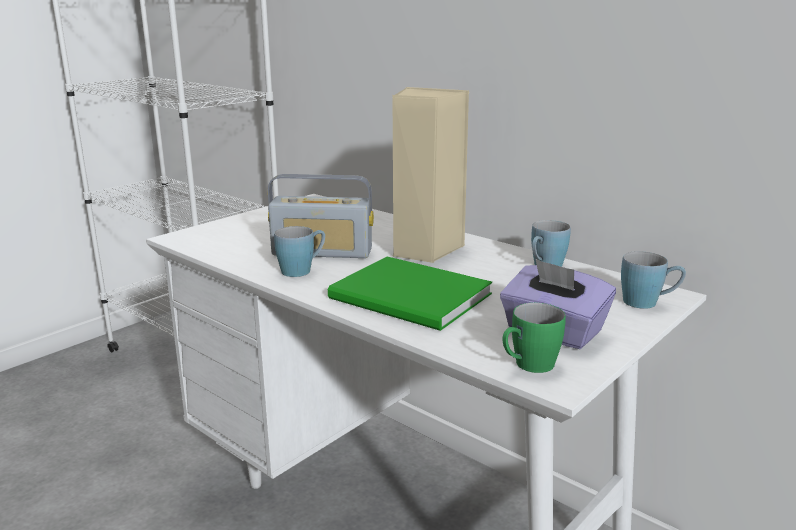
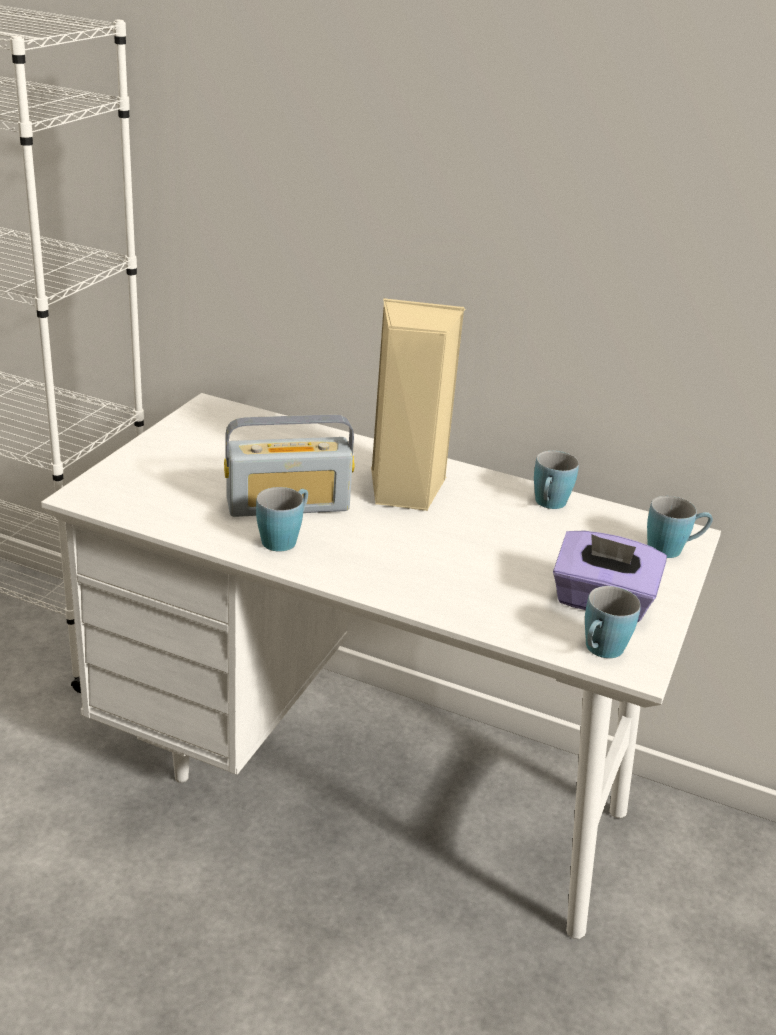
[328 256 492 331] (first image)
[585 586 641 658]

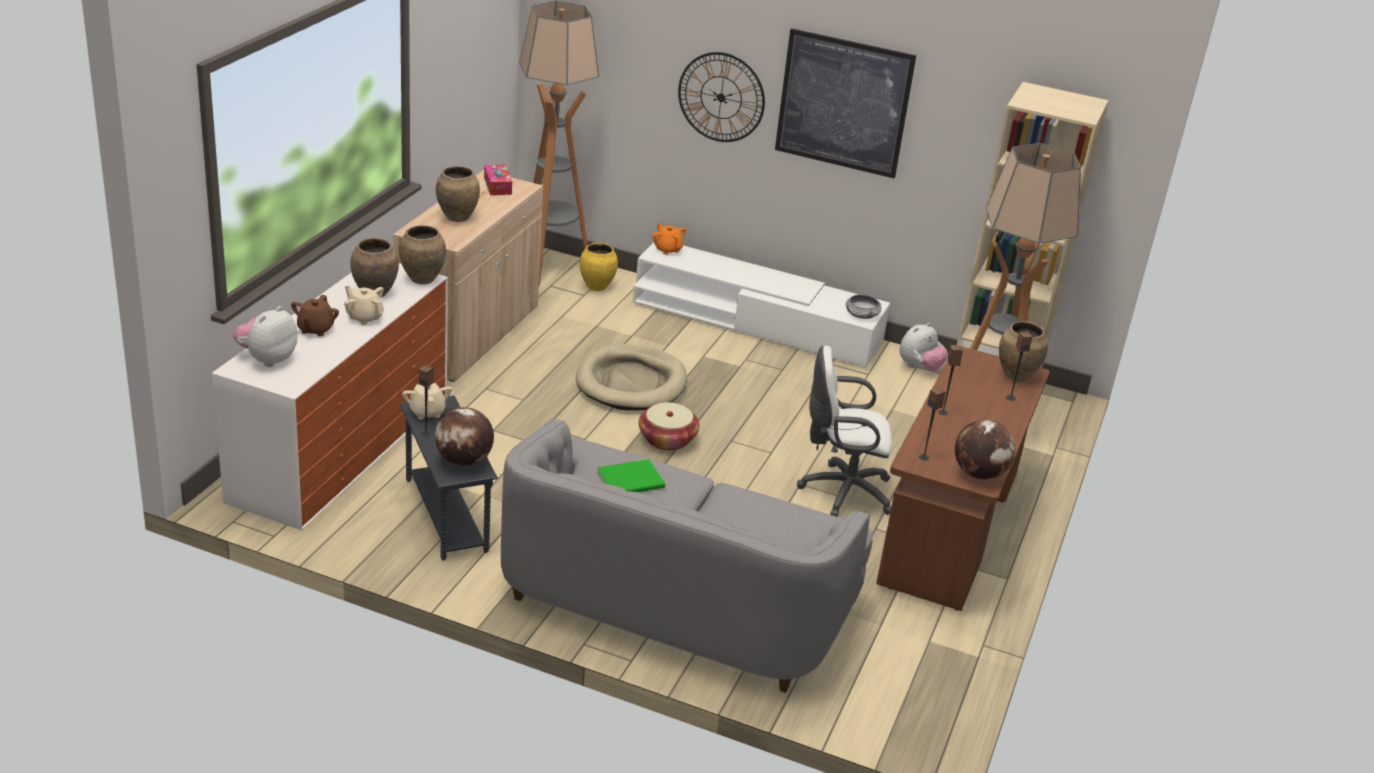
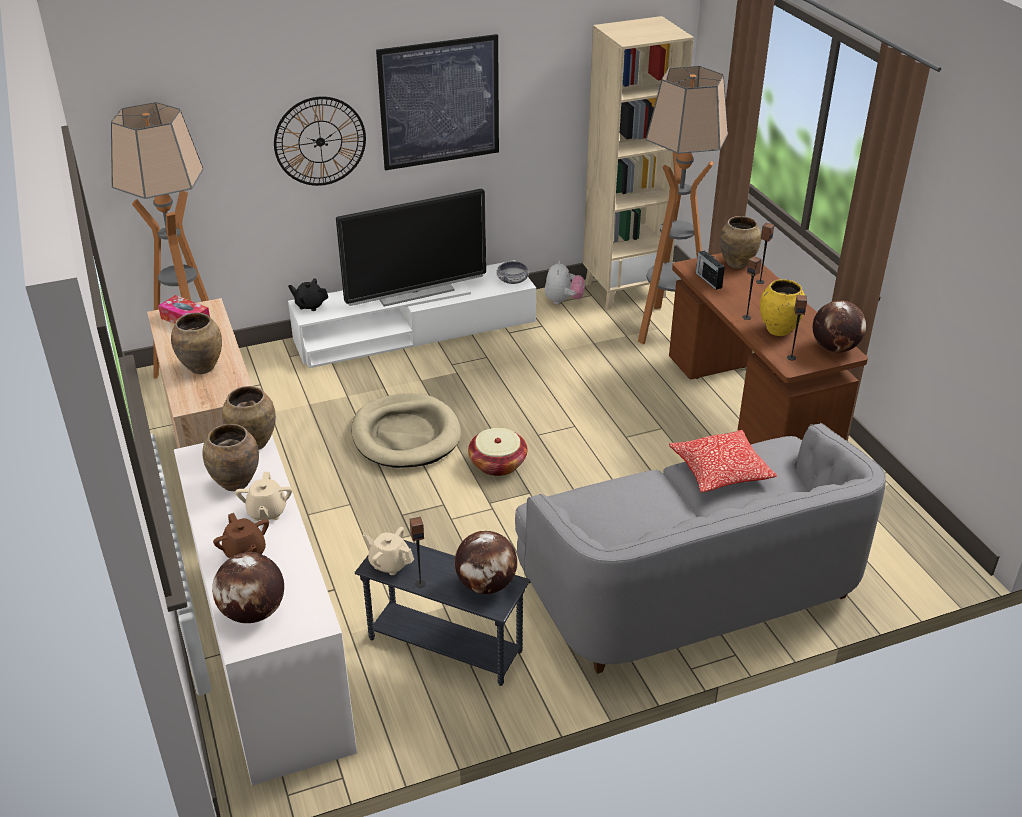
[597 459 665 492] (first image)
[797 345 892 517] (first image)
[336 189 486 306]
[669 430 777 492]
[696 251 725 290]
[760 279 805 336]
[212 552 284 623]
[288 279 328 311]
[235 472 292 521]

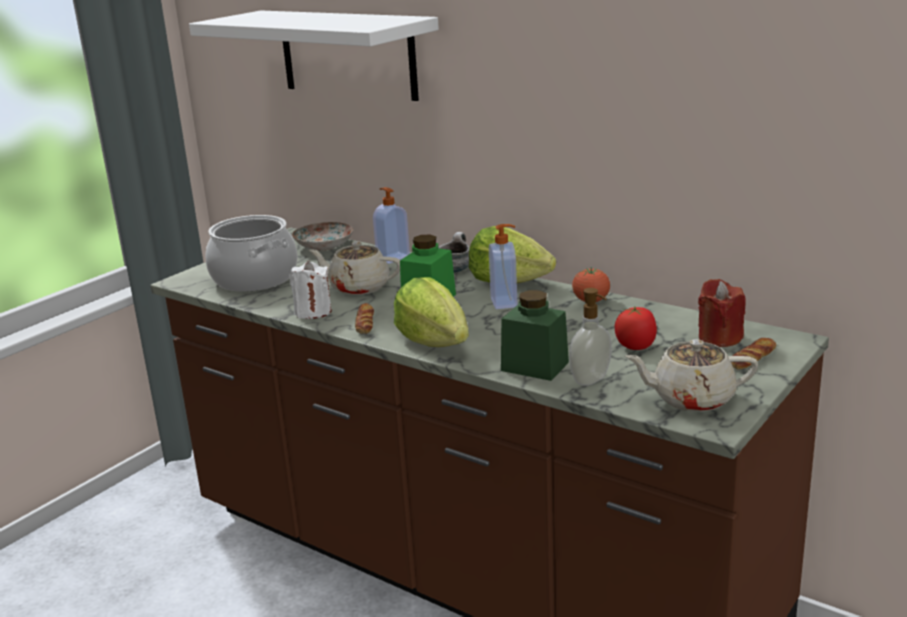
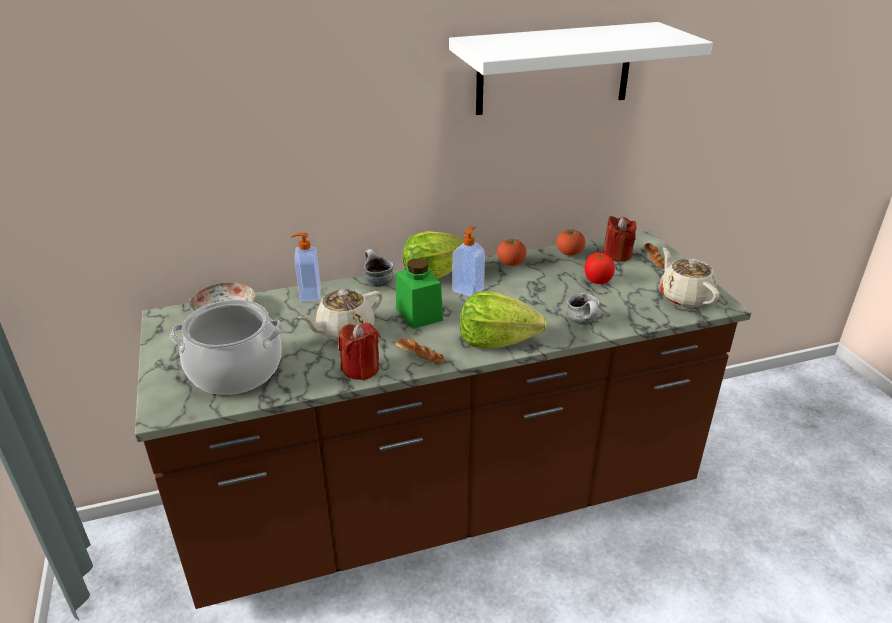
[570 288 612 386] (first image)
[556 229 585 256]
[449 22 713 115]
[567 293 600 325]
[338 323 379 380]
[660 248 719 308]

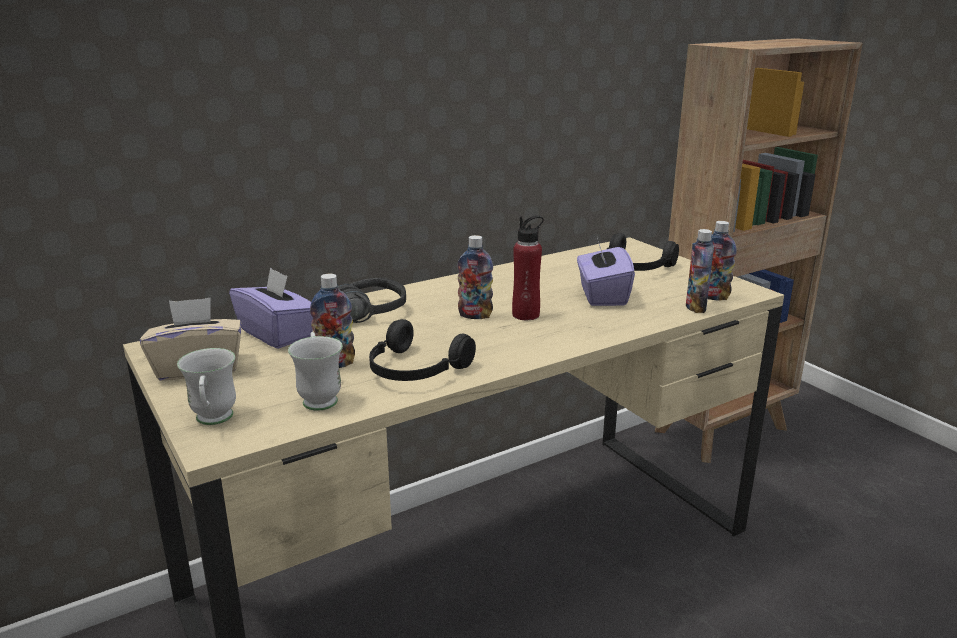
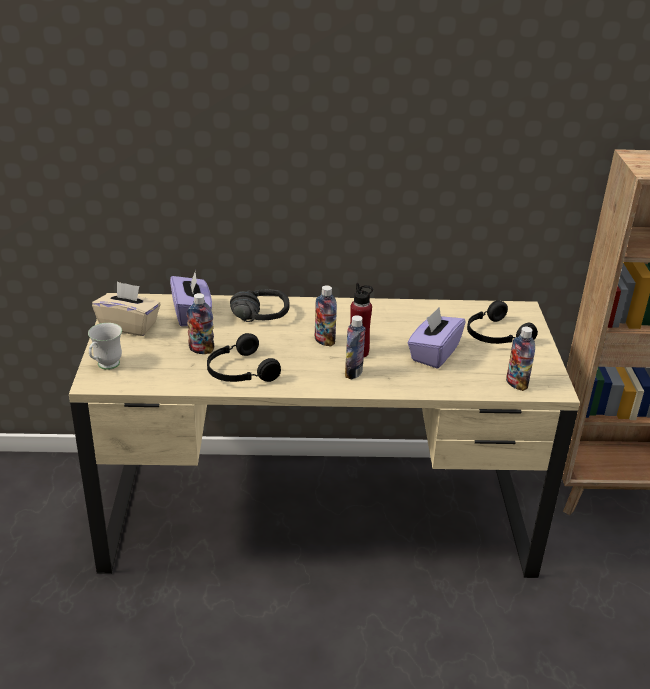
[288 332 343 411] (first image)
[345 315 365 380]

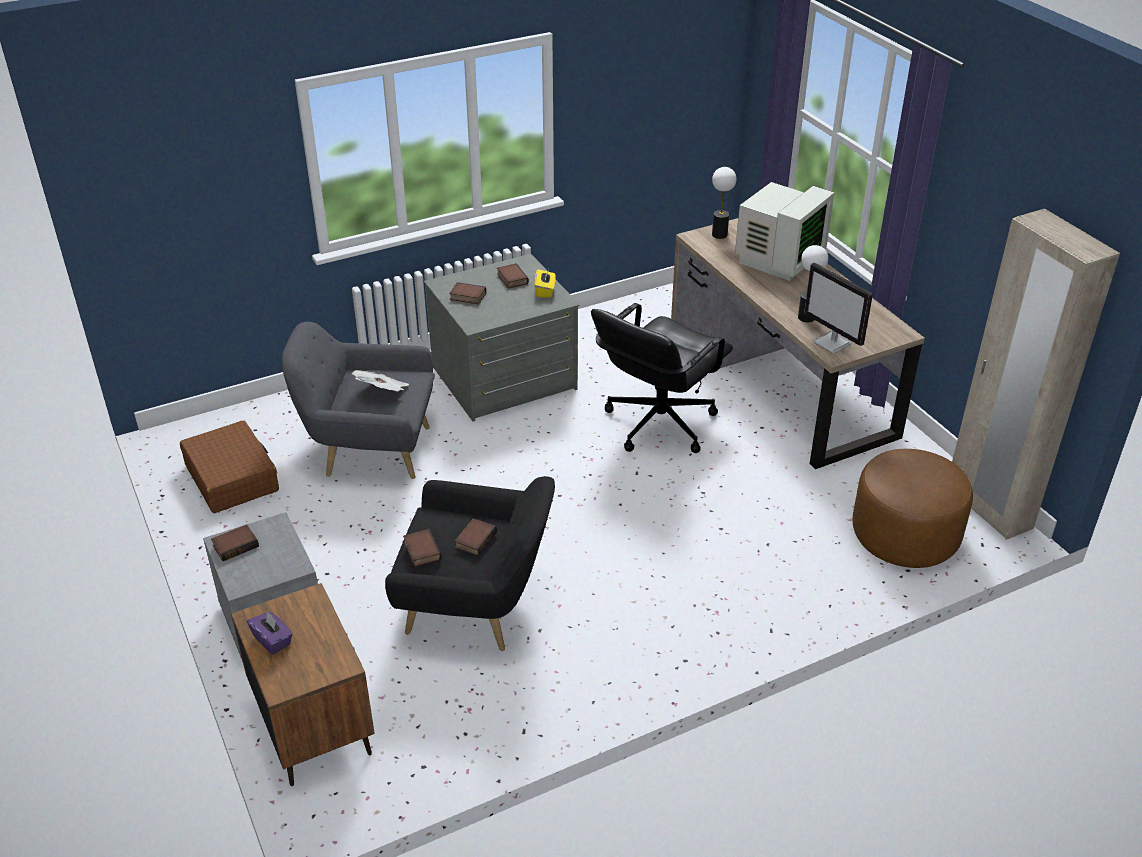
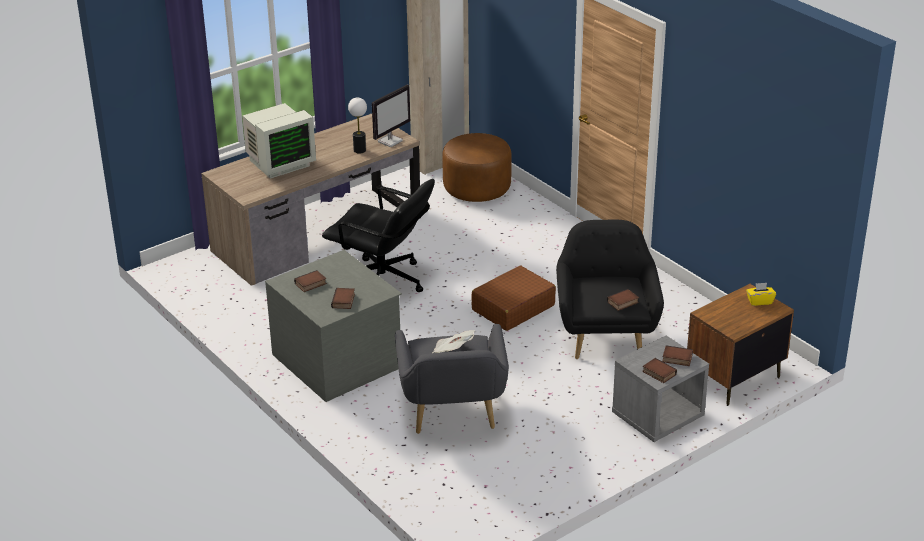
[247 610 293 655] (first image)
[712 167 736 239] (first image)
[472 266 556 331]
[662 345 693 366]
[746 283 776 306]
[242 103 316 179]

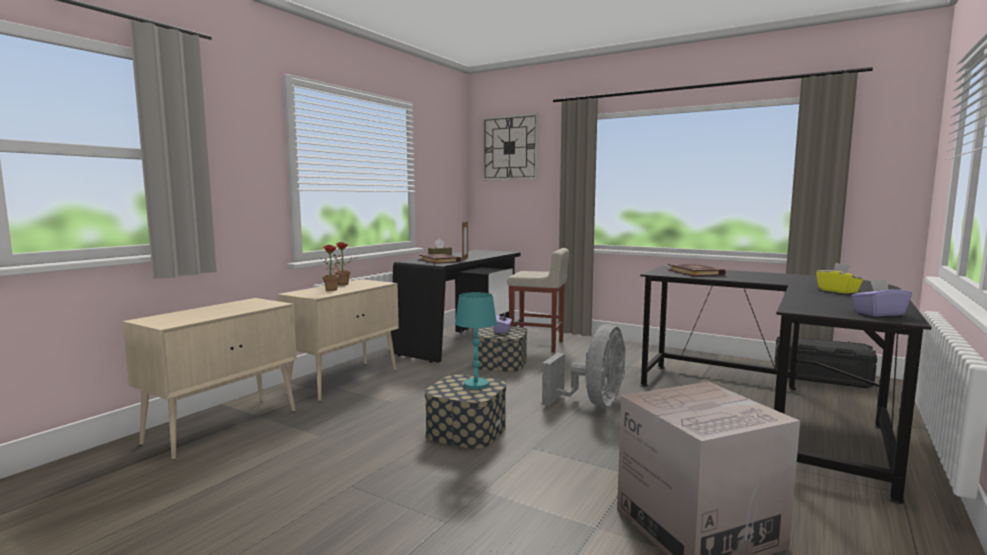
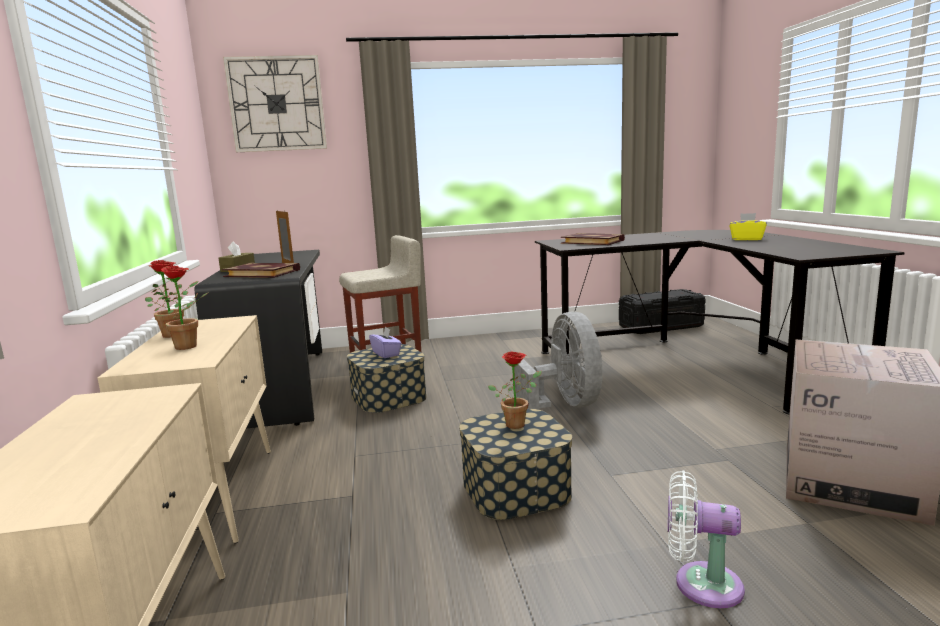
[852 279 912 316] (first image)
[668 470 745 608]
[488 351 542 429]

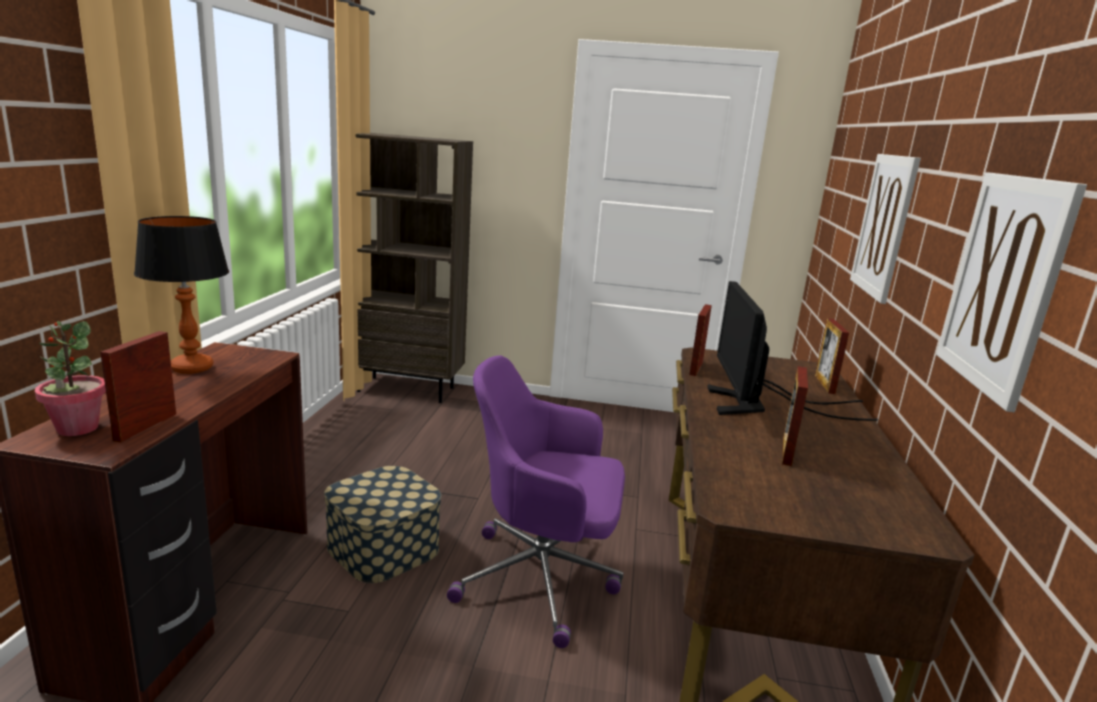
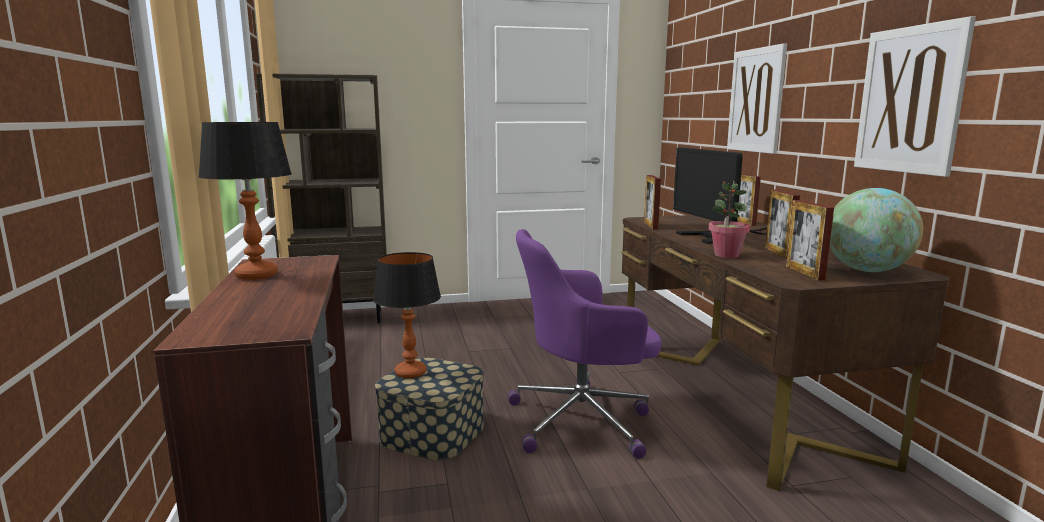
[373 252 441 379]
[830 188 923 272]
[709 180 750 258]
[786 200 834 281]

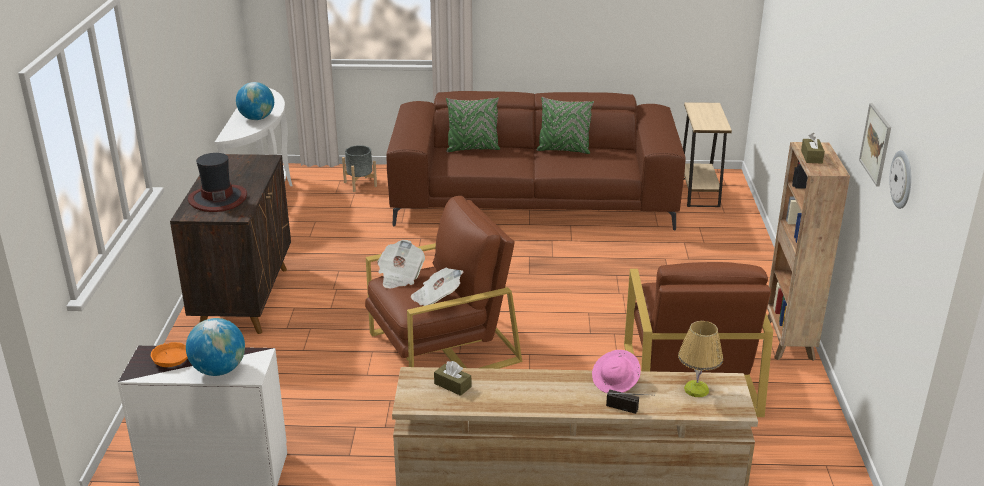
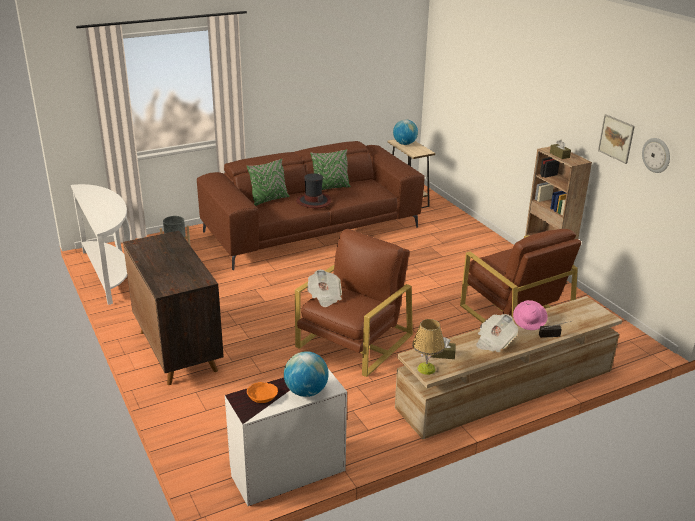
[296 173 331 208]
[393 120 418 145]
[476 314 518 352]
[412 319 445 375]

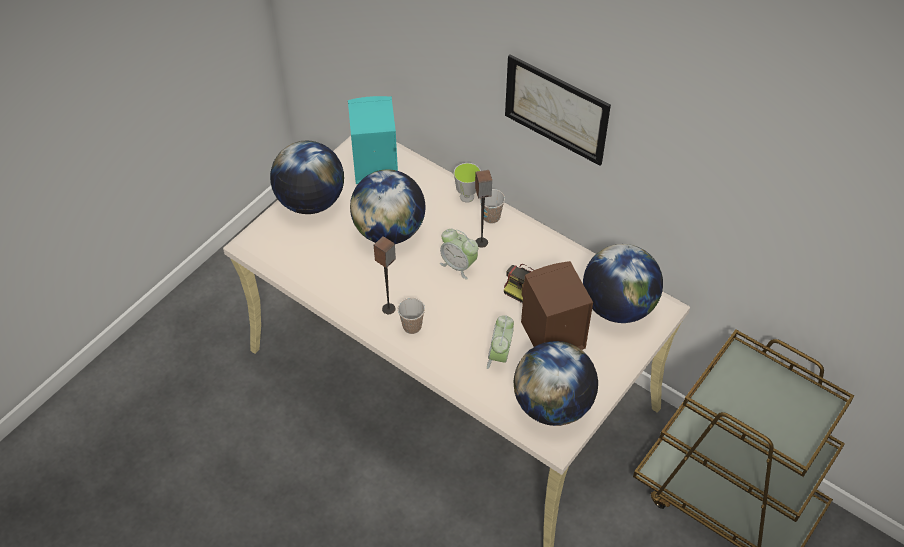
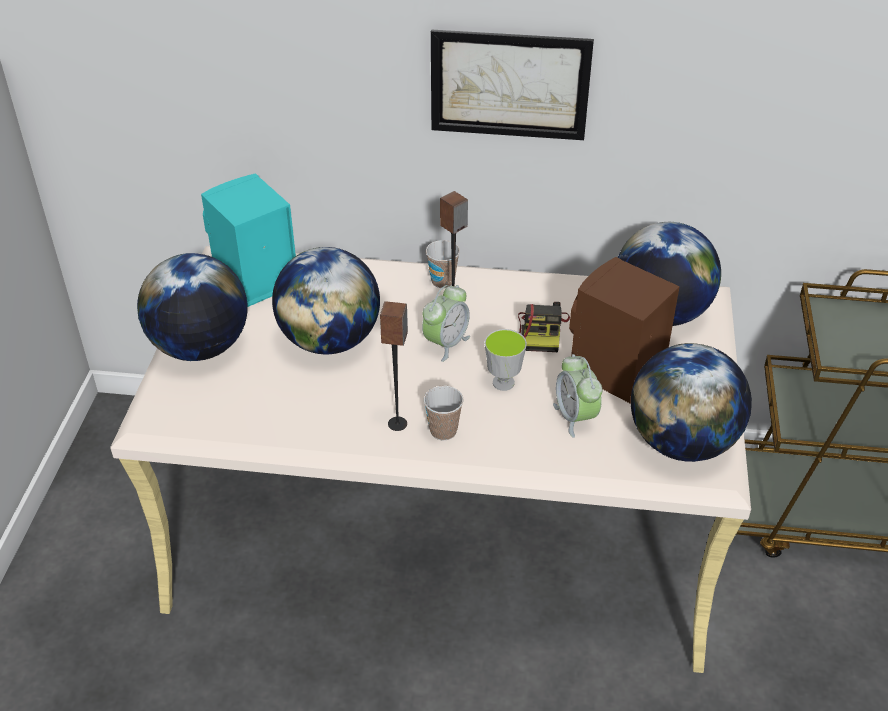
[484 329 527 391]
[422 285 470 362]

